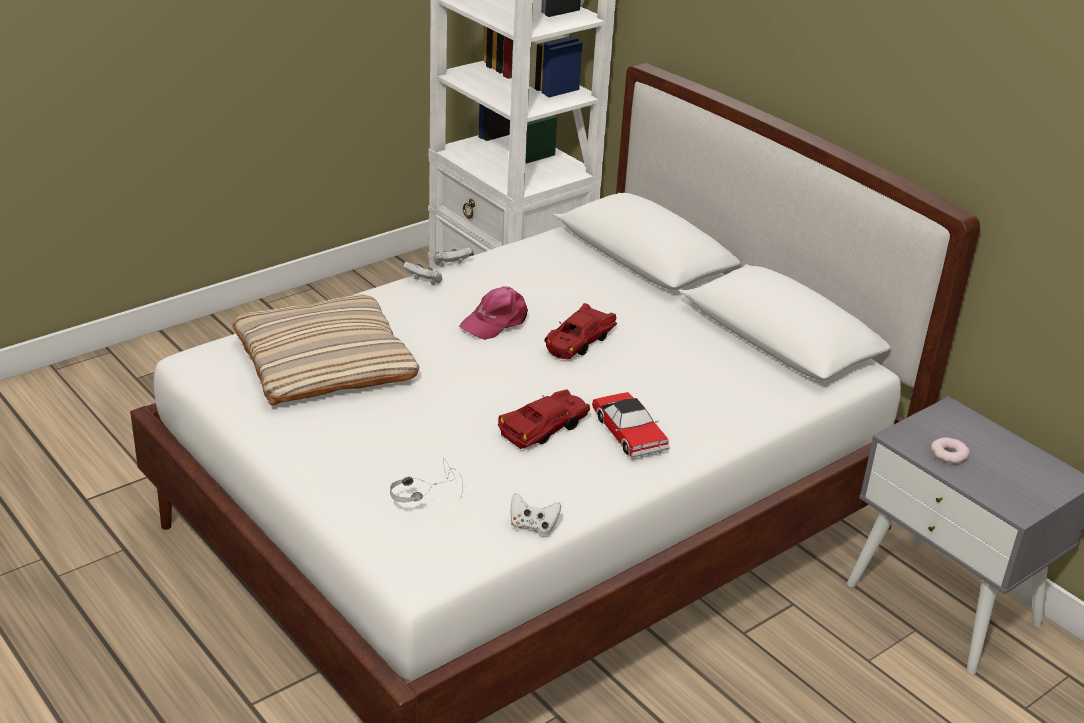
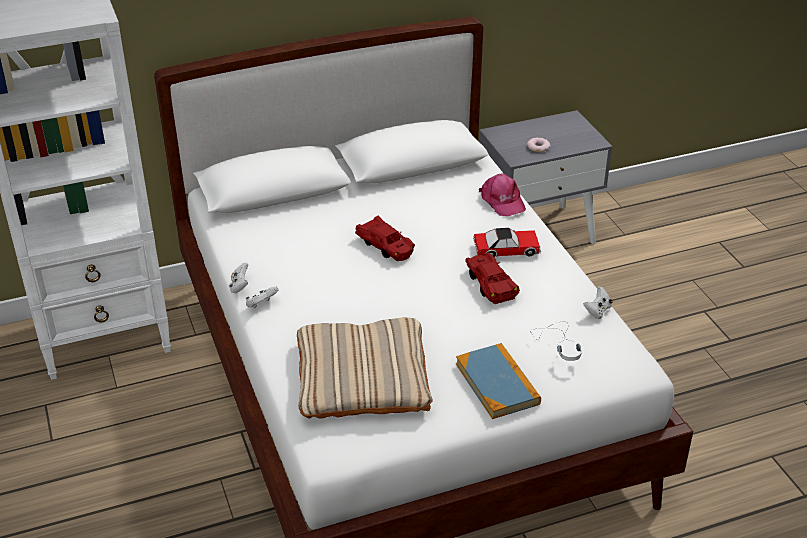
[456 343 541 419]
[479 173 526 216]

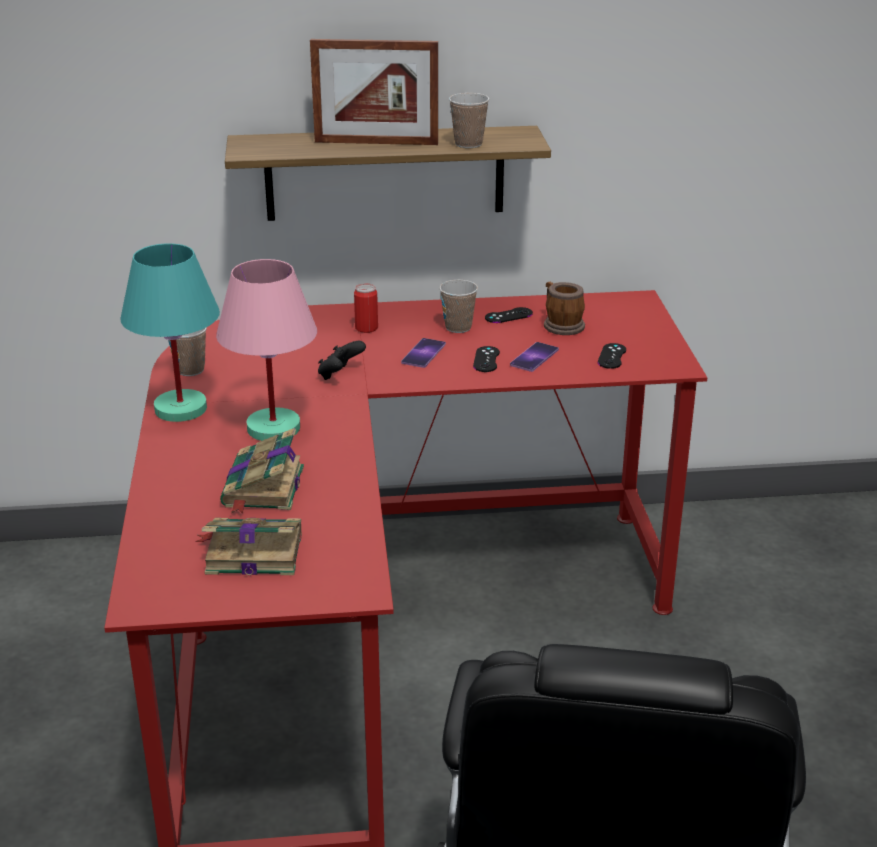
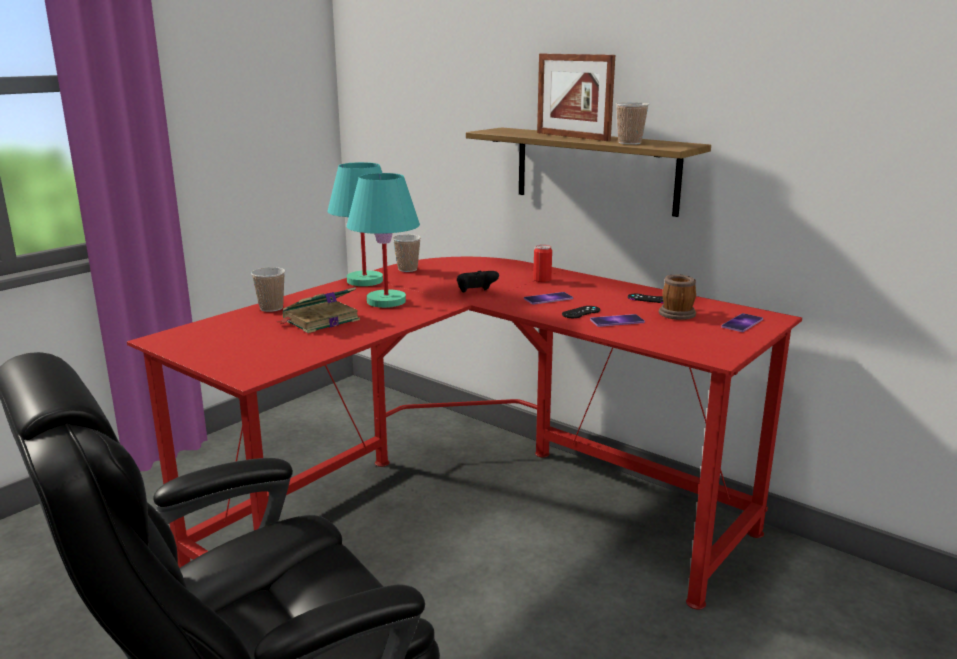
[195 518 302 575] (first image)
[598 343 626 369] (first image)
[721 313 763 332]
[251 267 285 312]
[347 173 420 308]

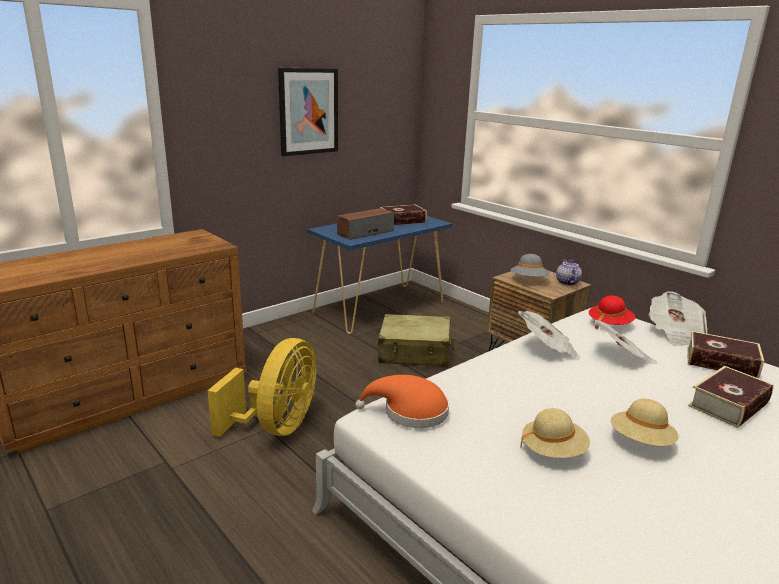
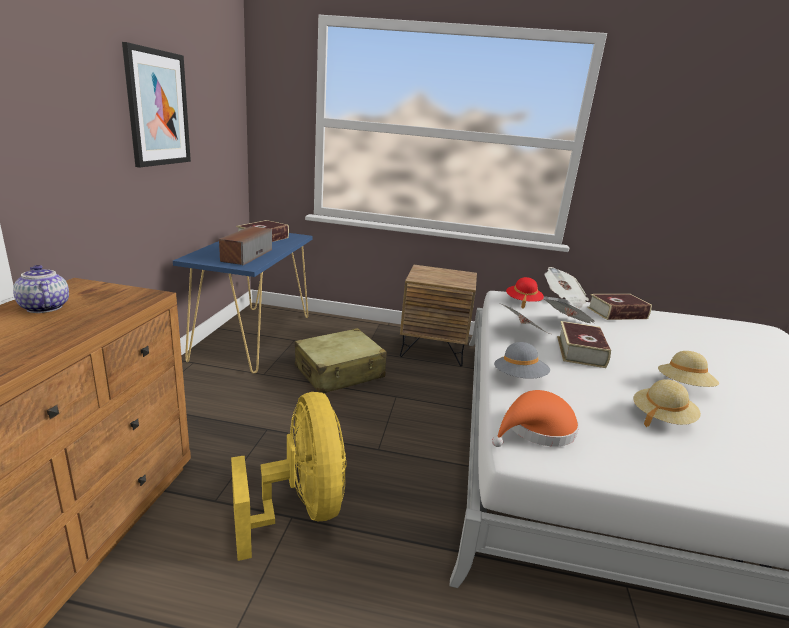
[494 342 550 379]
[13 265 69 313]
[557 321 611 368]

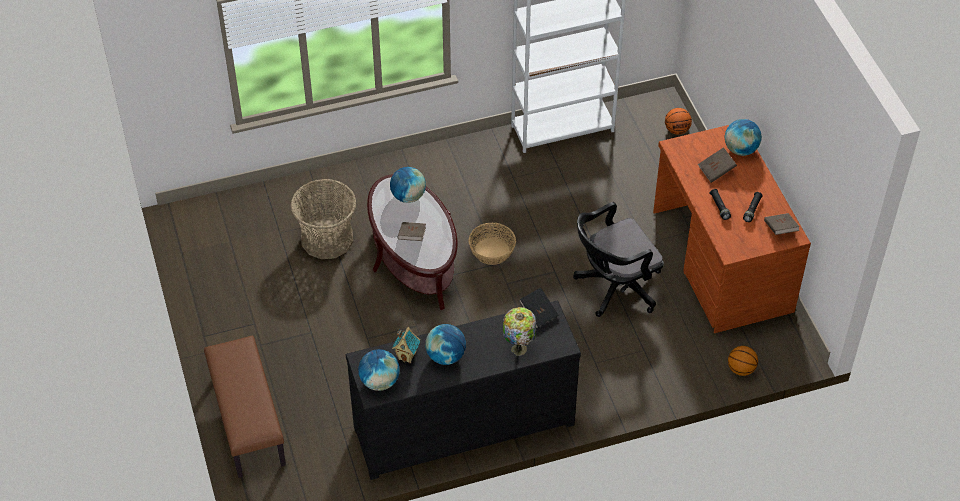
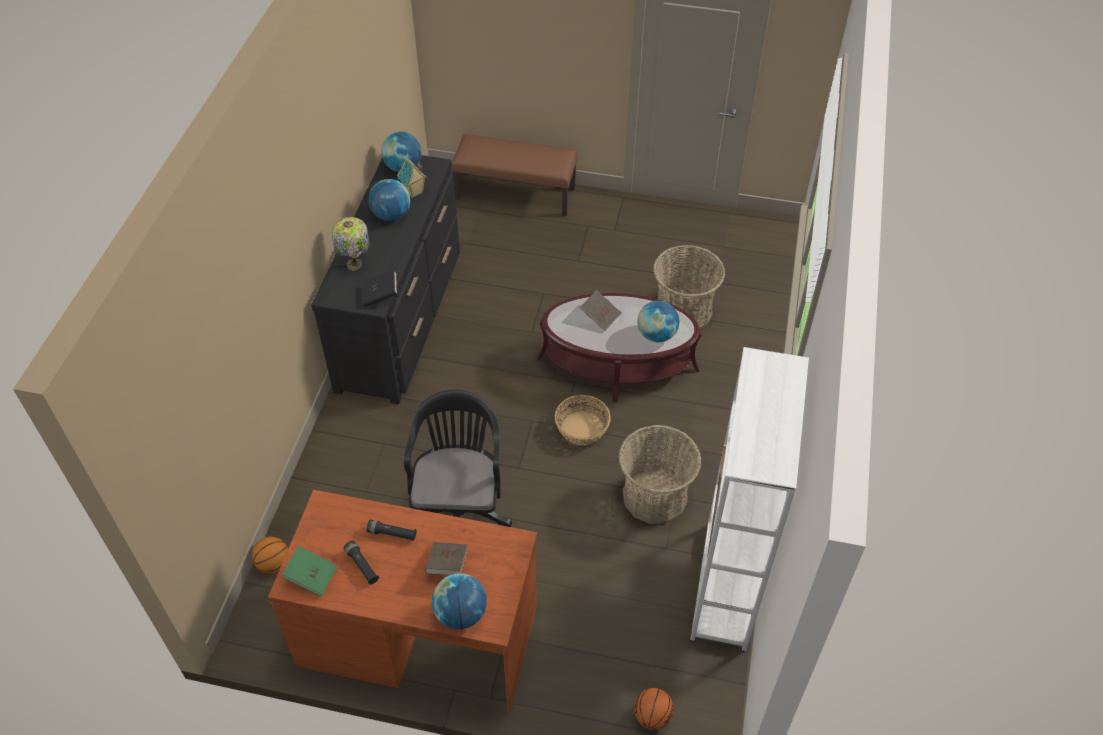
[618 425 701 524]
[281 546 337 597]

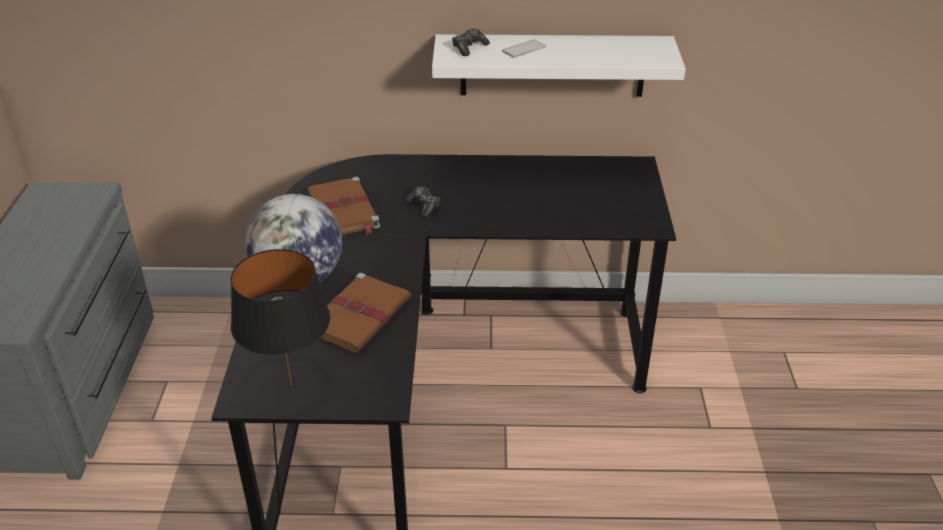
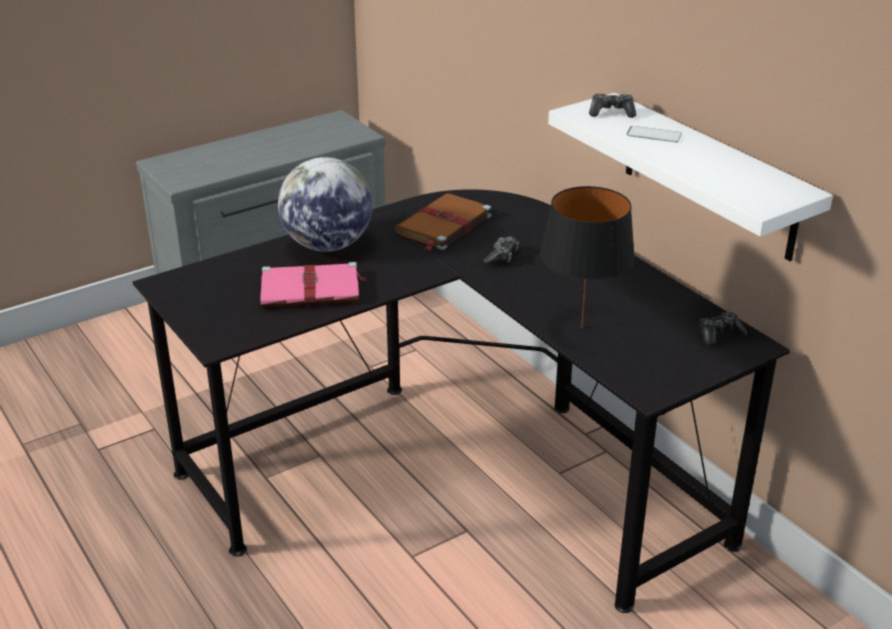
[700 312 747 346]
[540 186 635 327]
[261 262 365 308]

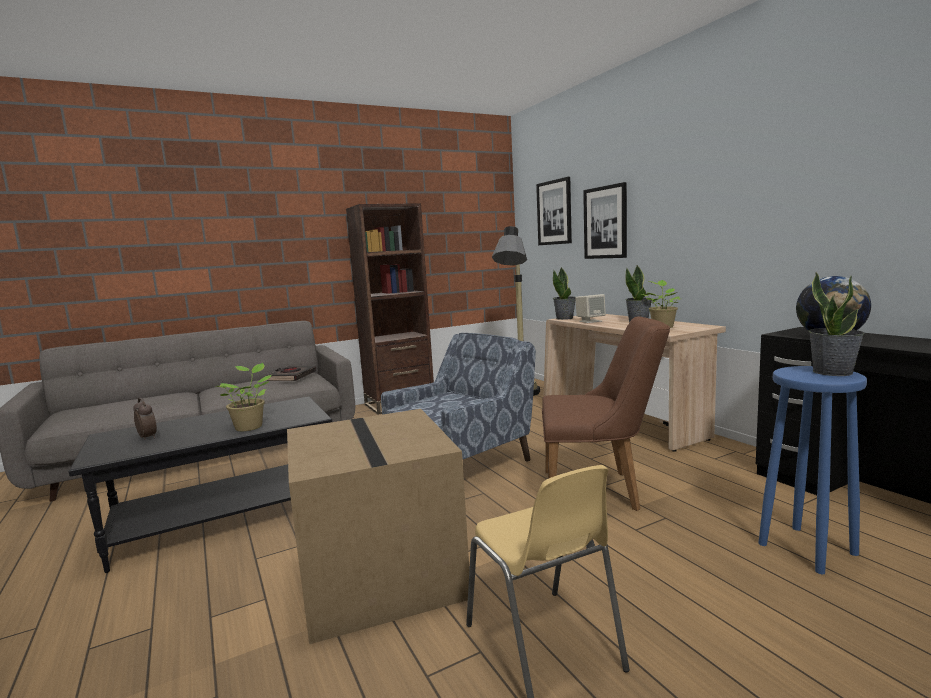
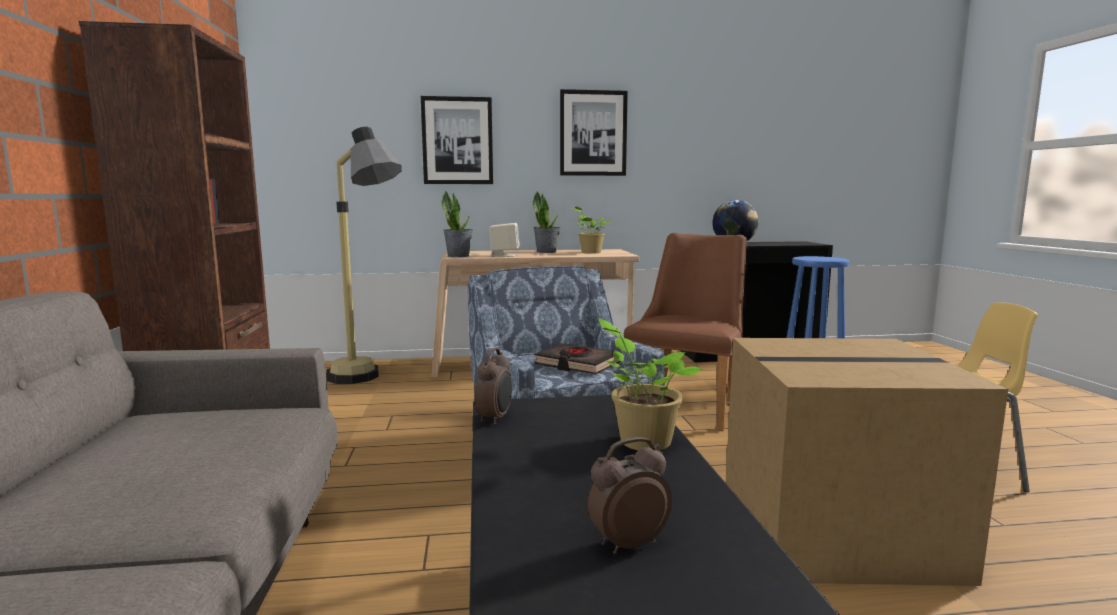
[809 272 865 376] (first image)
[474 348 512 425]
[534 343 622 374]
[560 89 628 176]

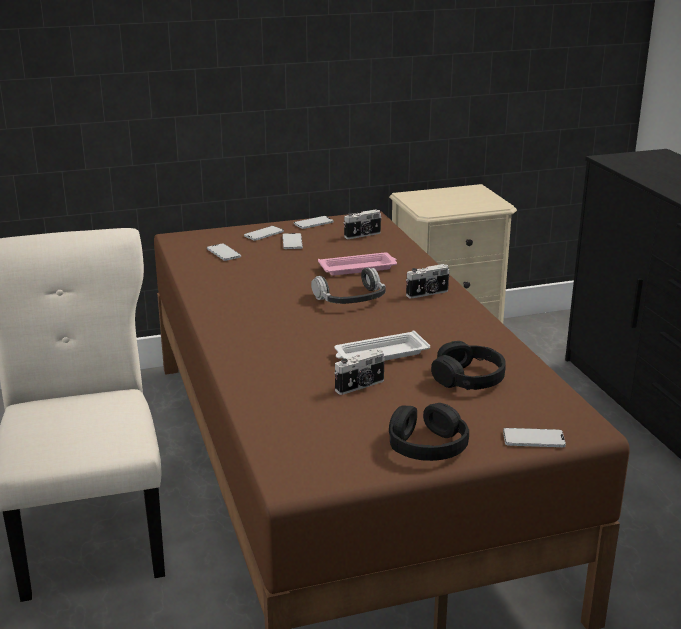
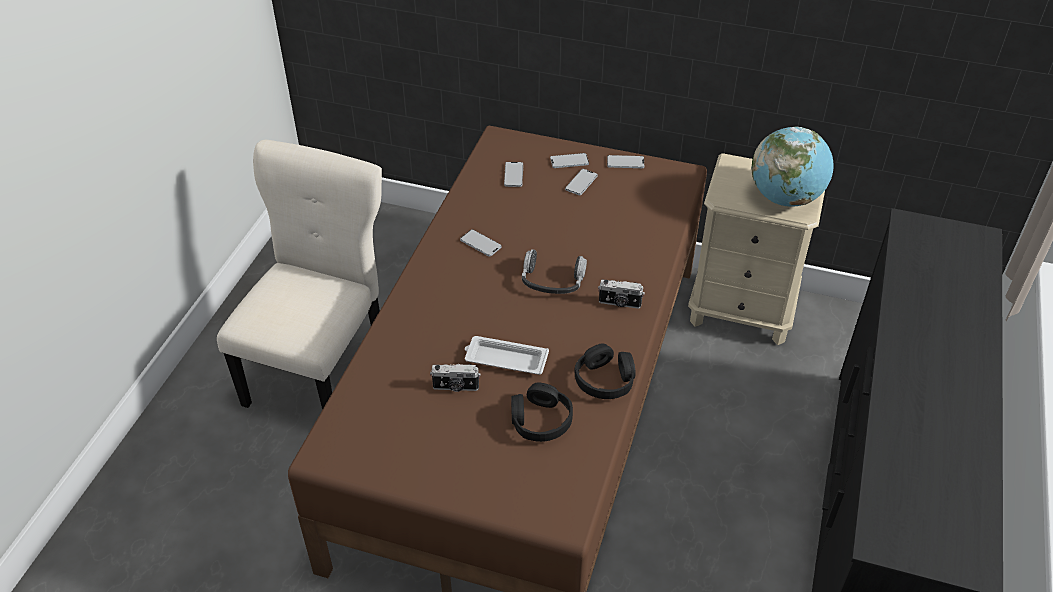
[318 252 397 275] (first image)
[344 209 382 239] (first image)
[752 127 834 207]
[574 343 636 399]
[460 229 502 257]

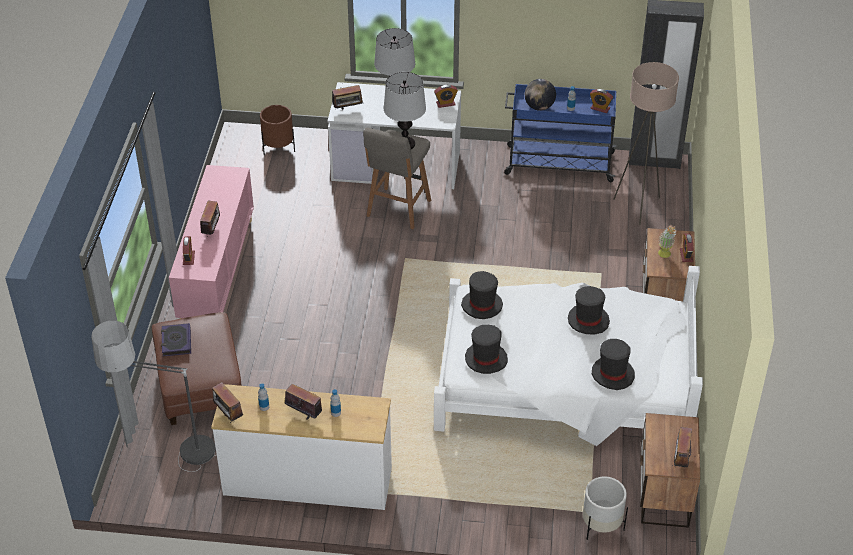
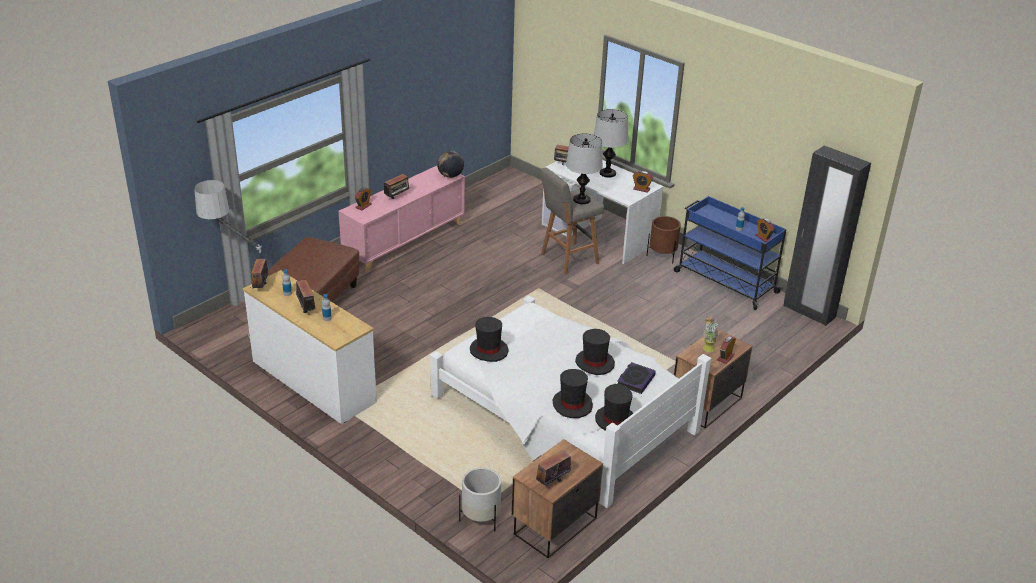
[613 62 679 225] (first image)
[617 362 656 394]
[647 216 681 264]
[595 384 633 431]
[437 151 464 178]

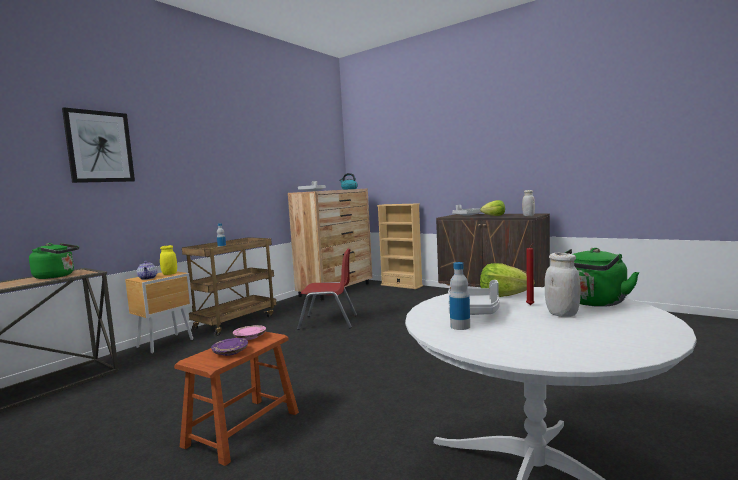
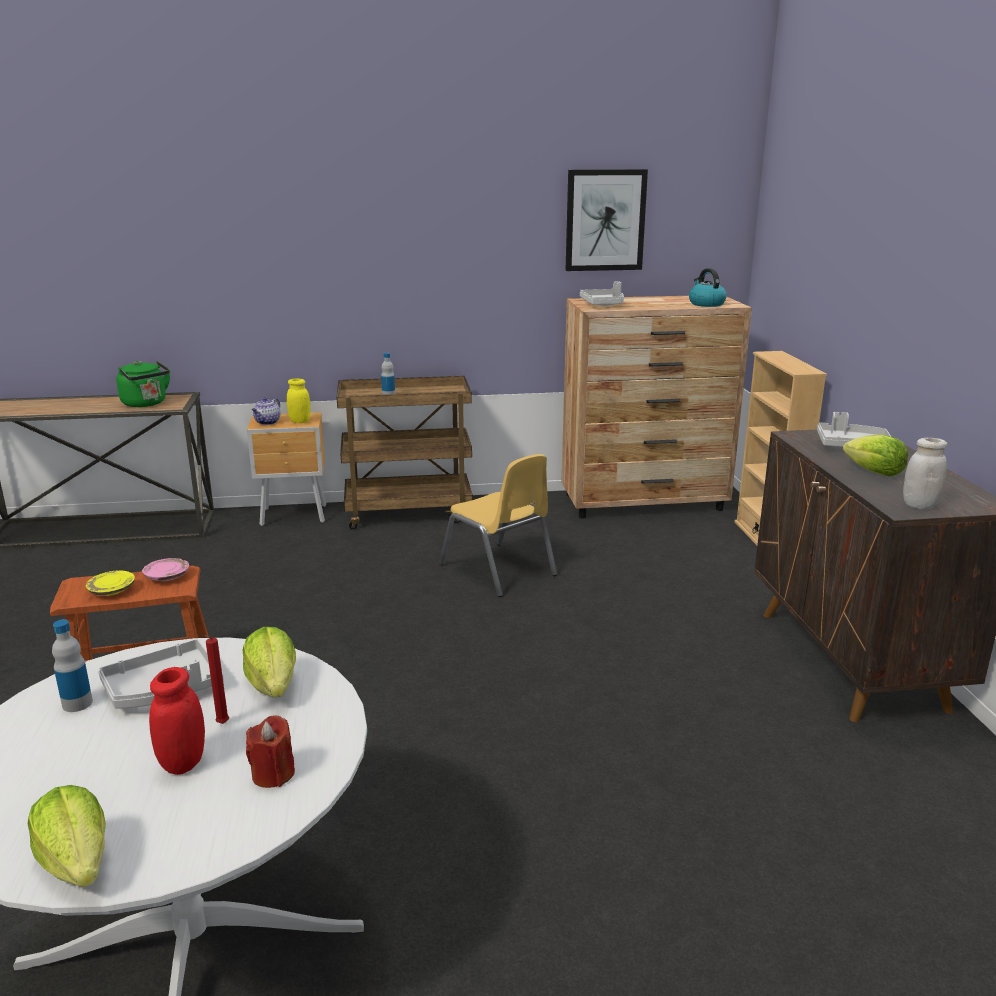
[28 785 106 887]
[565 169 648 271]
[246 716 295 788]
[86 571 135 596]
[439 454 557 597]
[149 667 205 775]

